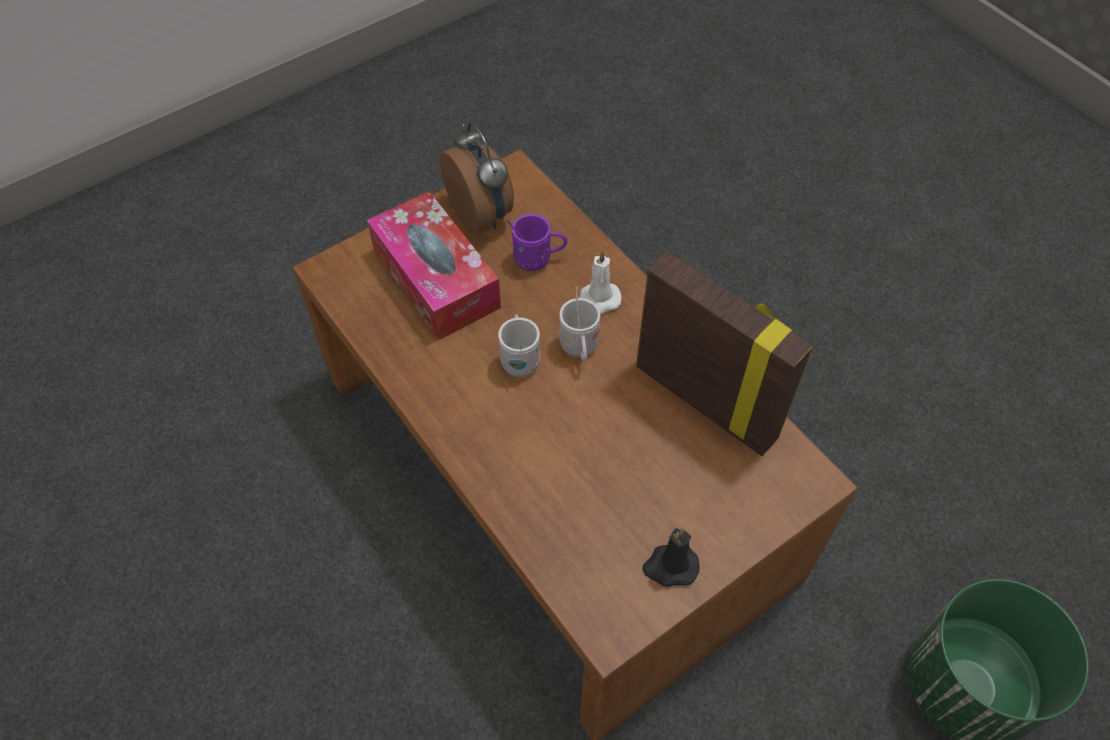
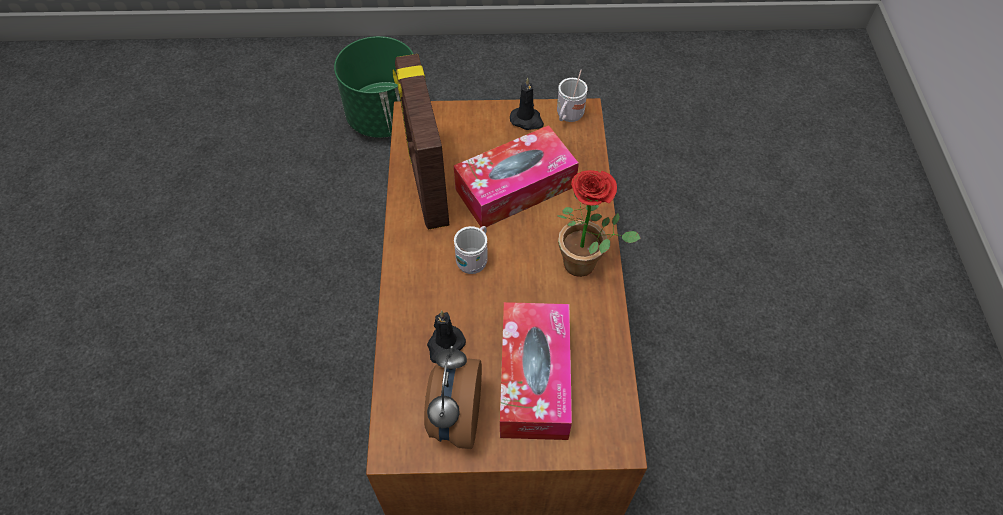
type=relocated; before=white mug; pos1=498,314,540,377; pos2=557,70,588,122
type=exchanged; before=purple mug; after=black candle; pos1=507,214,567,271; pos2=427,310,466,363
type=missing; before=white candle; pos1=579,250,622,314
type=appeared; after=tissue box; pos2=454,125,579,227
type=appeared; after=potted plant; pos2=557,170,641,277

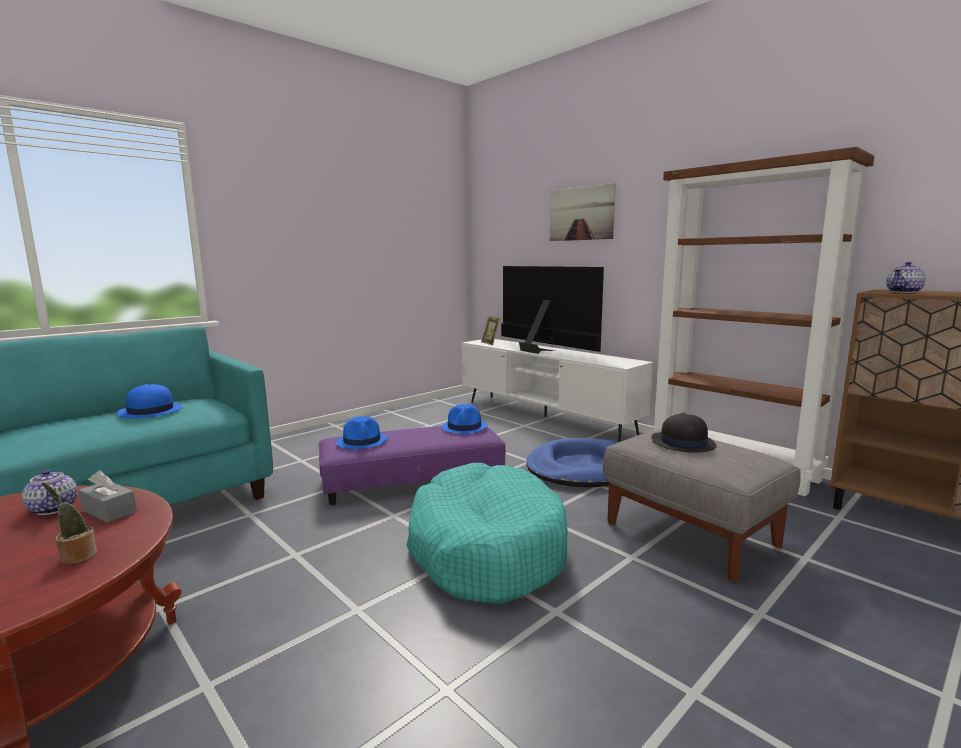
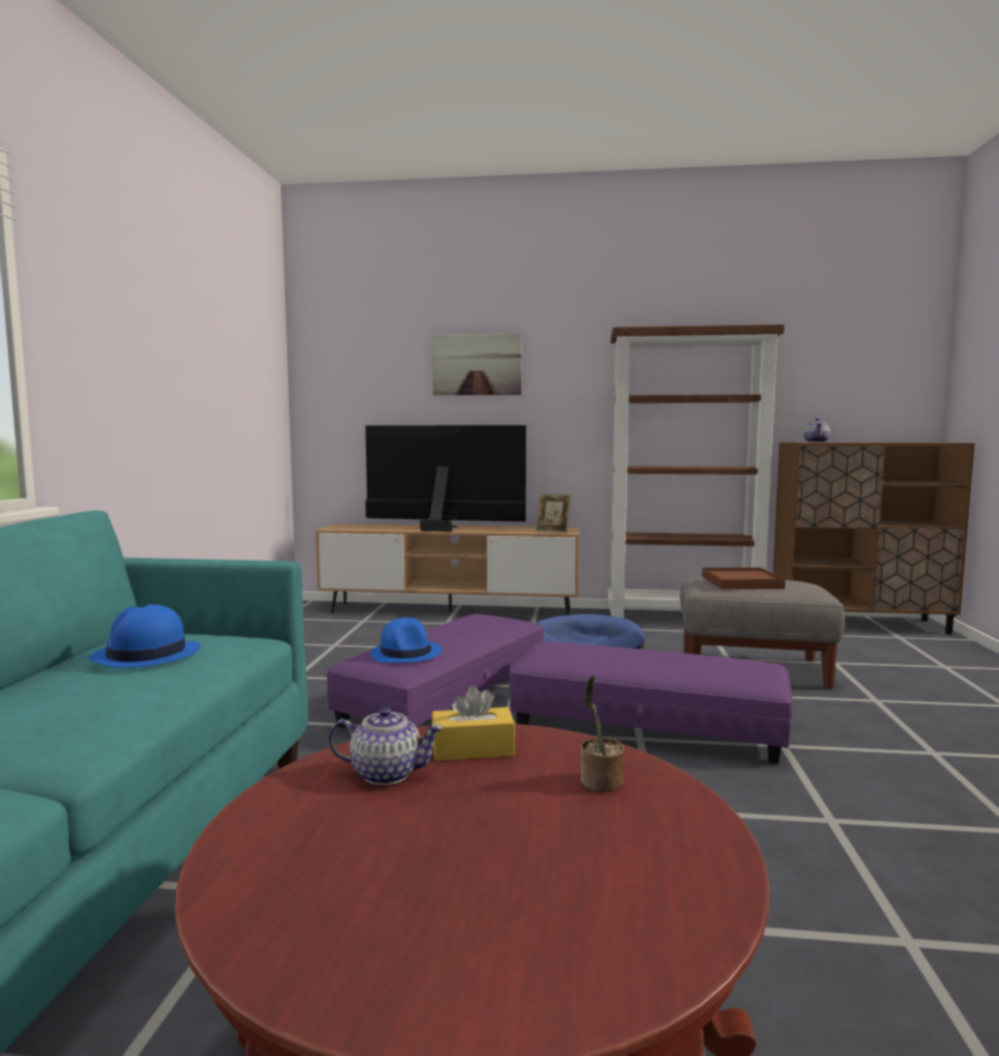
type=colour; before=grey tissue box; after=yellow tissue box; pos1=78,470,137,523; pos2=432,686,515,761
type=exchanged; before=turquoise dog bed; after=purple ottoman; pos1=406,463,568,604; pos2=509,642,793,764
type=missing; before=blue hat; pos1=441,404,488,434
type=colour; before=white tv stand; after=brown tv stand; pos1=462,339,653,442; pos2=316,524,579,615
type=relocated; before=picture frame; pos1=481,315,501,346; pos2=535,493,571,533
type=exchanged; before=black hat; after=brown tray; pos1=652,413,717,453; pos2=702,567,785,589

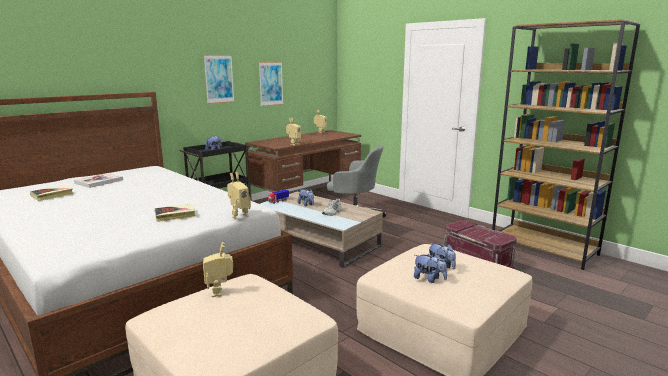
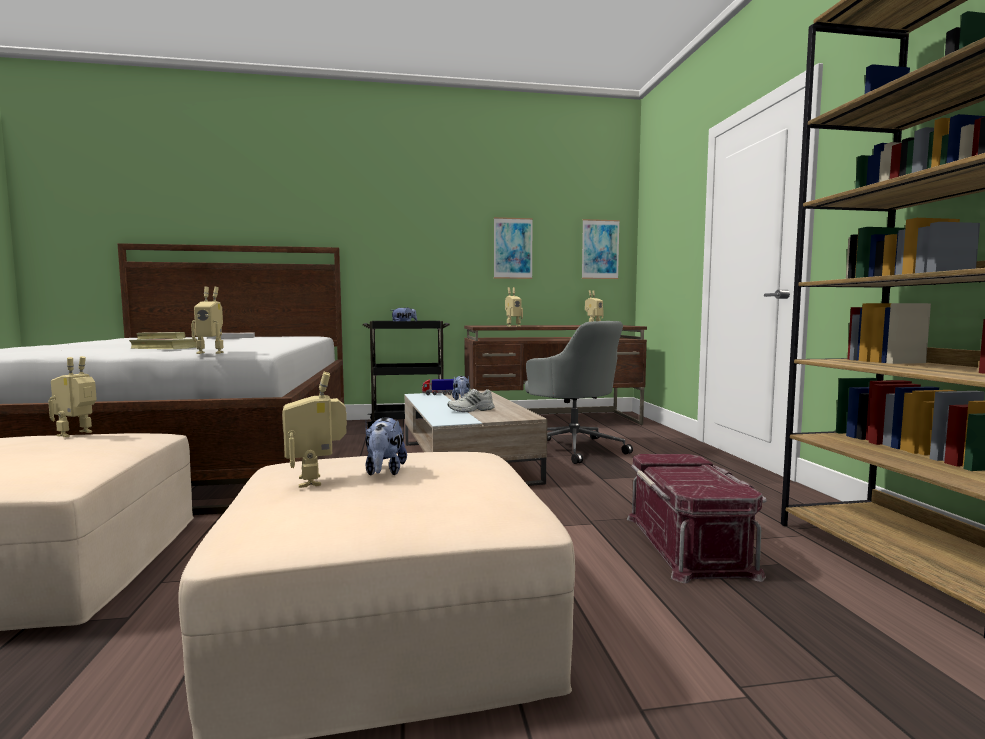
type=relocated; before=picture; pos1=204,55,235,104; pos2=582,219,620,279
type=exchanged; before=plush toy; after=toy robot; pos1=414,254,447,283; pos2=282,372,347,488

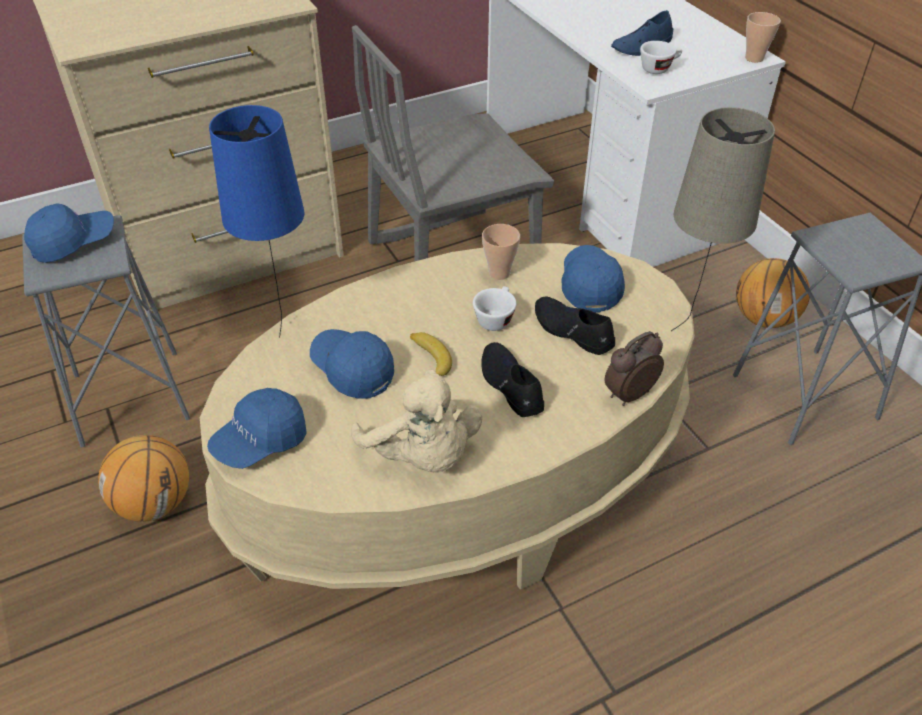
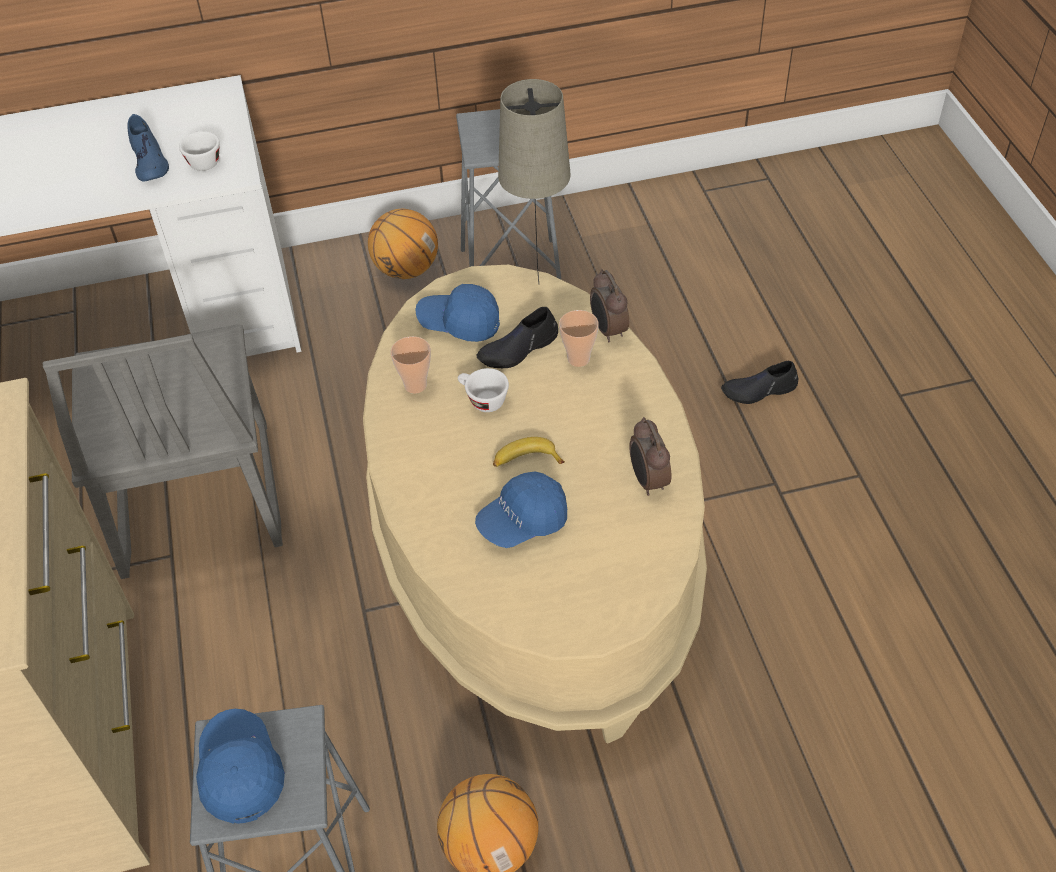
type=missing; before=blue cap; pos1=207,388,307,469
type=missing; before=blue table lamp; pos1=209,105,304,338
type=exchanged; before=beige plush toy; after=alarm clock; pos1=351,369,482,473; pos2=629,417,671,496
type=relocated; before=black shoe; pos1=481,342,544,417; pos2=721,361,798,404
type=relocated; before=cup; pos1=745,12,781,63; pos2=559,310,599,367

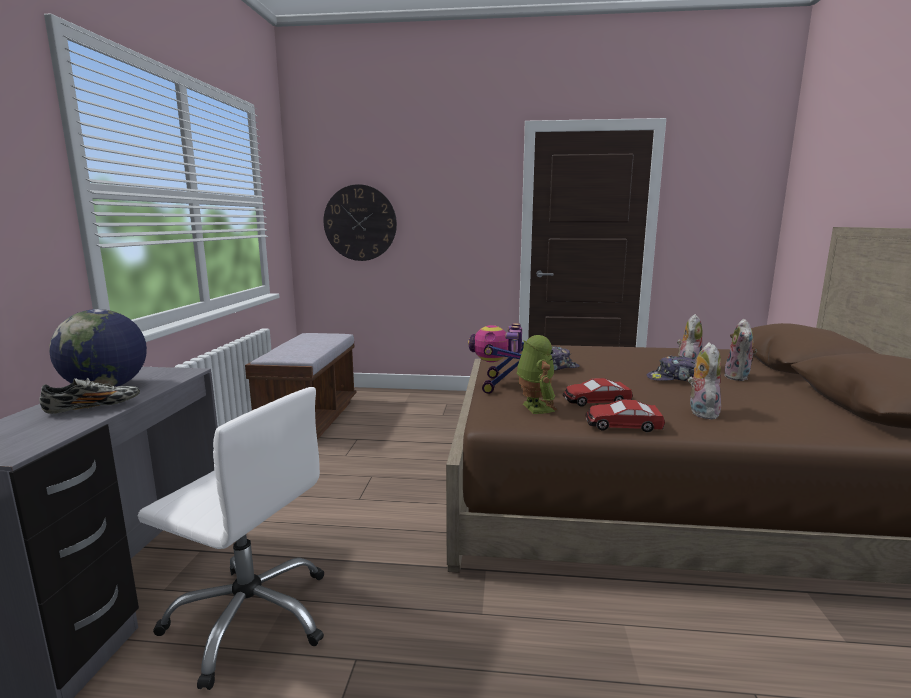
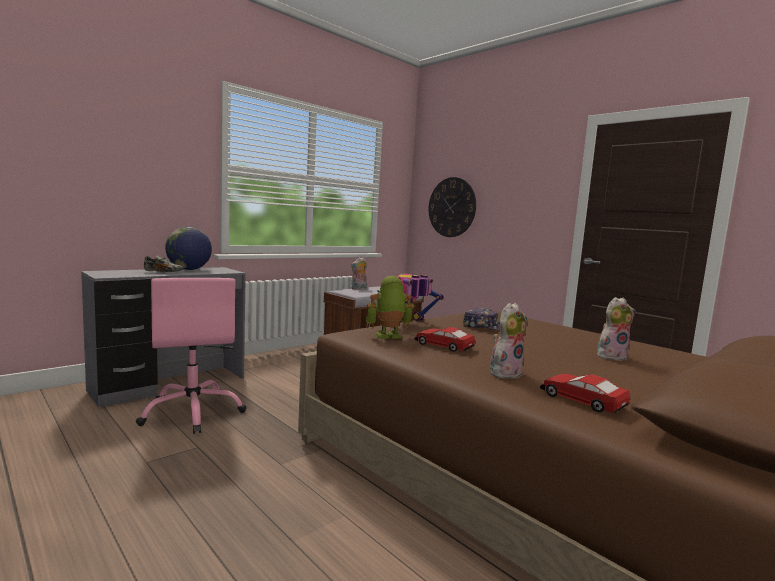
type=colour; before=white office chair; after=pink office chair; pos1=138,387,324,690; pos2=136,278,247,434
type=spun; before=toy robot; pos1=516,335,557,414; pos2=366,276,414,339; turn=-135
type=relocated; before=toy car; pos1=586,399,665,432; pos2=540,374,630,413
type=missing; before=cap; pos1=647,355,696,381
type=relocated; before=plush toy; pos1=723,319,757,381; pos2=350,257,367,290

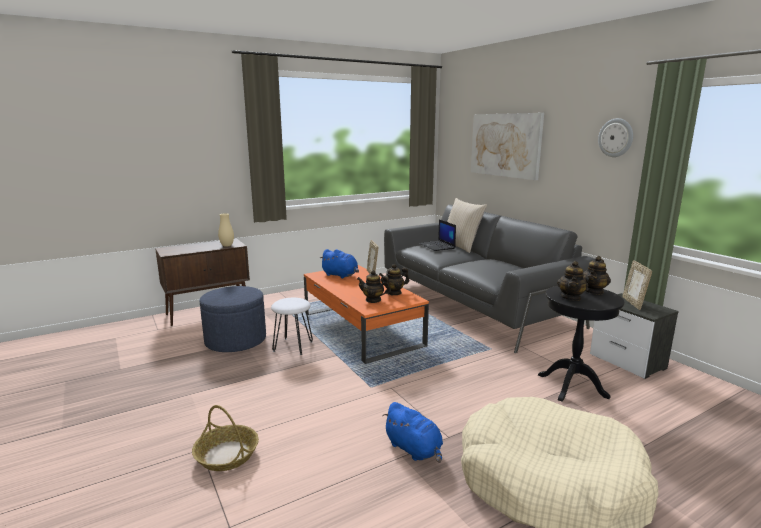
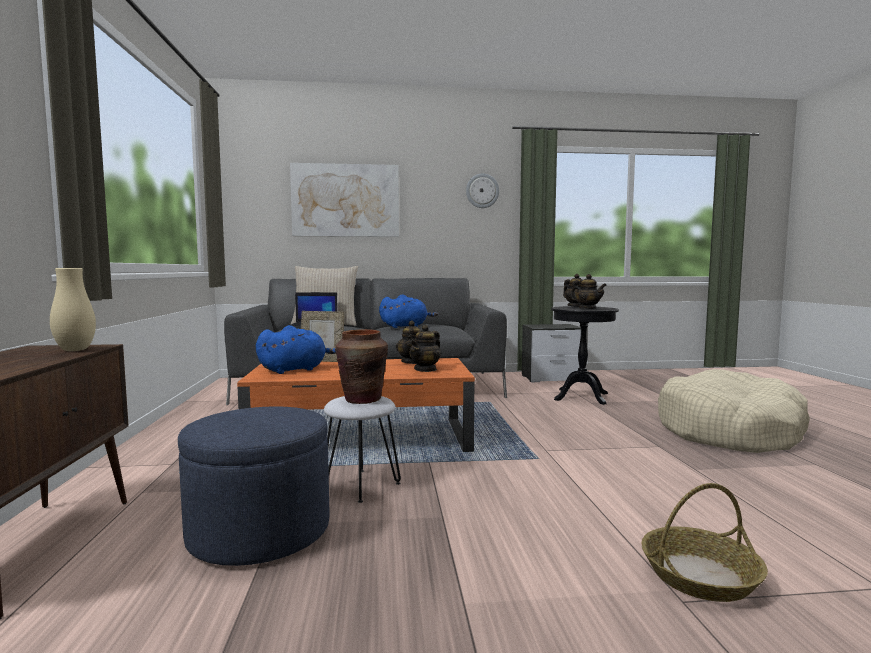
type=relocated; before=blue plush toy; pos1=382,402,443,463; pos2=379,295,438,328
type=missing; before=picture frame; pos1=622,260,652,310
type=appeared; after=brown vase; pos2=335,329,388,404

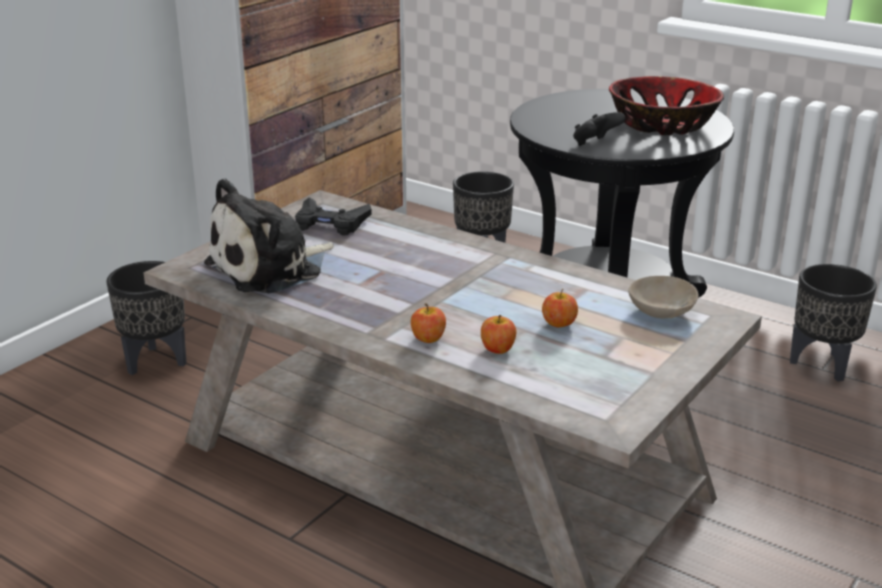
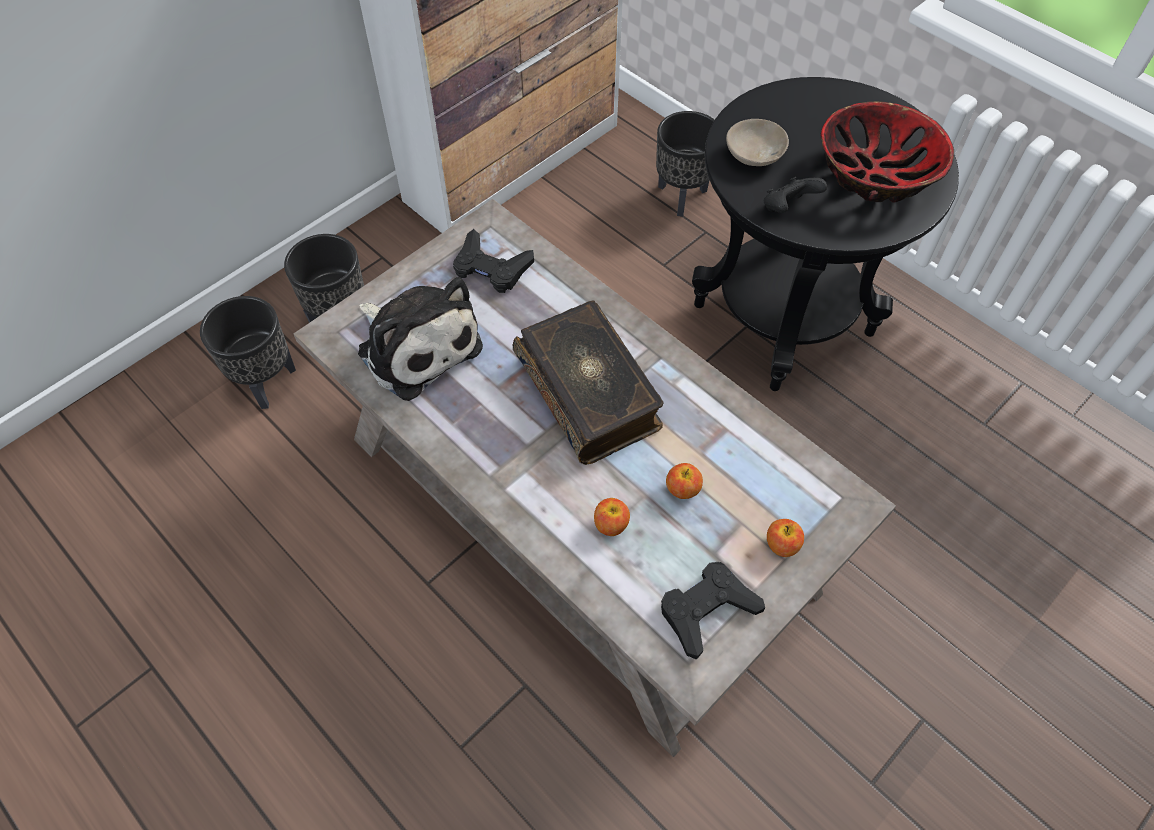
type=spun; before=plush toy; pos1=204,178,334,293; pos2=358,277,483,401; turn=-105
type=relocated; before=apple; pos1=411,303,446,343; pos2=767,519,804,557
type=relocated; before=beige bowl; pos1=628,276,699,318; pos2=726,119,789,166
type=relocated; before=black planter; pos1=790,264,877,382; pos2=200,296,296,409
type=appeared; after=book; pos2=513,300,664,465
type=appeared; after=black game controller; pos2=661,562,765,660

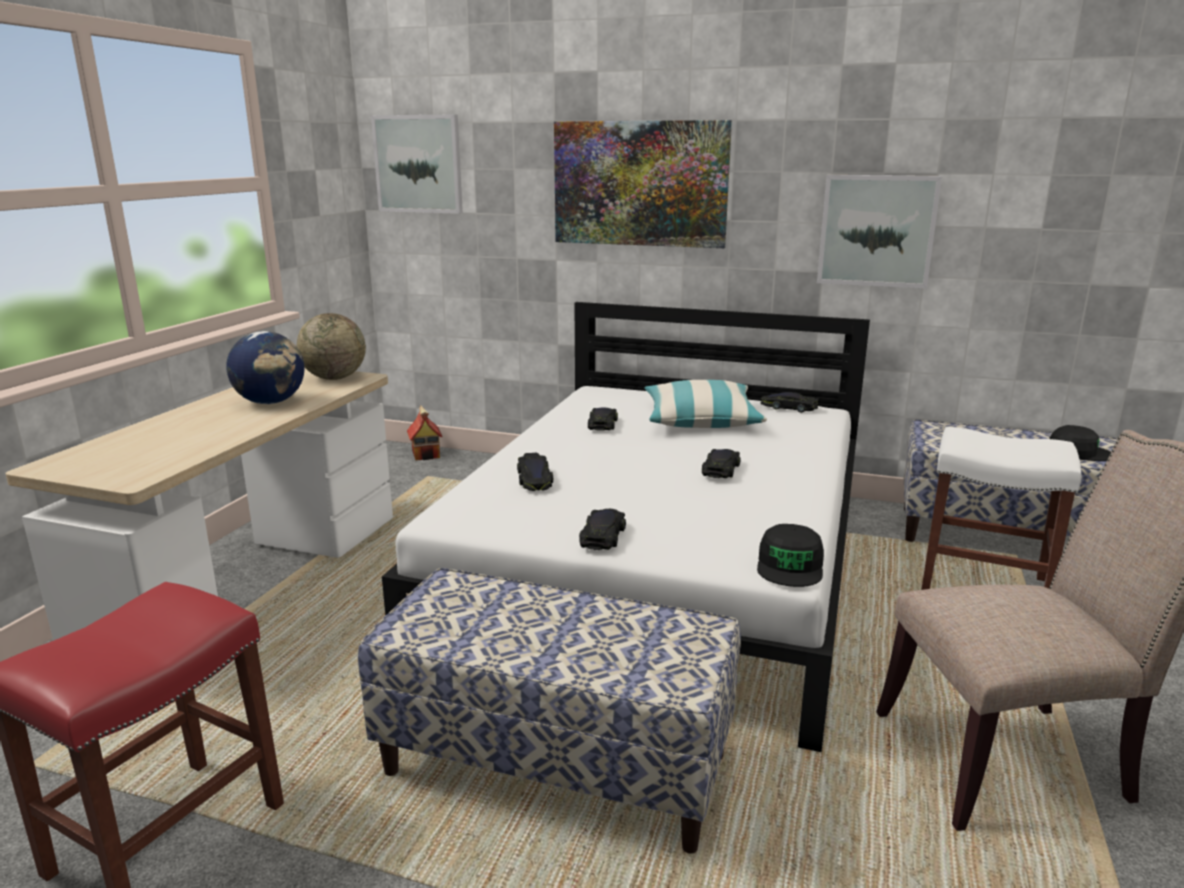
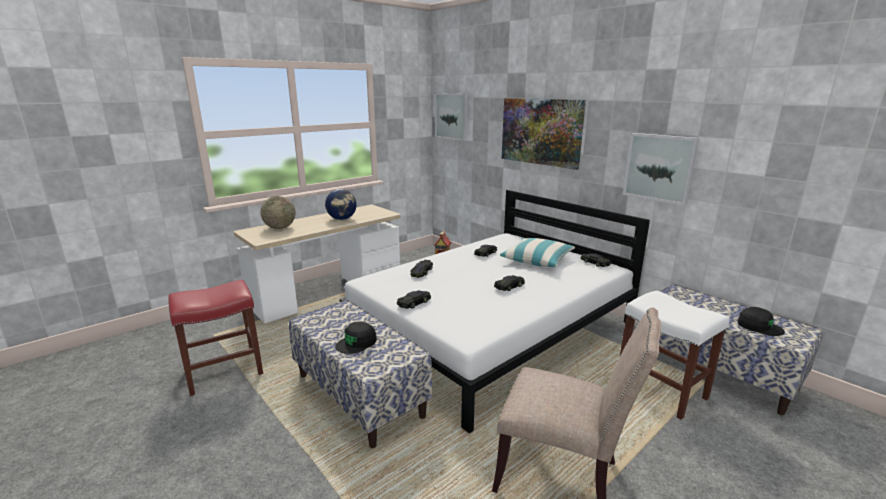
type=relocated; before=globe; pos1=297,313,366,380; pos2=261,196,296,229
type=relocated; before=black cap; pos1=757,524,824,587; pos2=335,321,377,354

